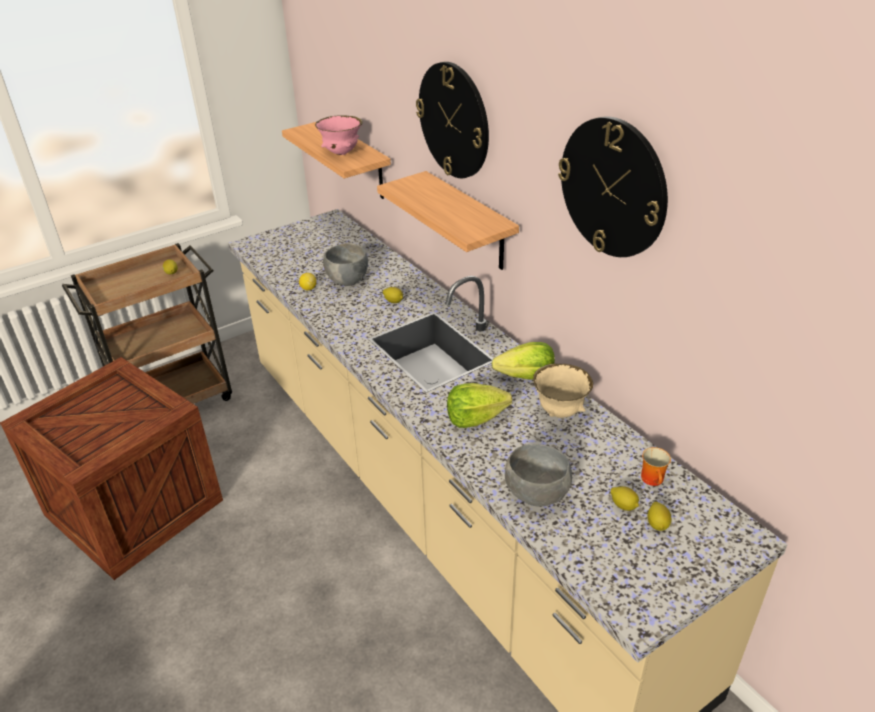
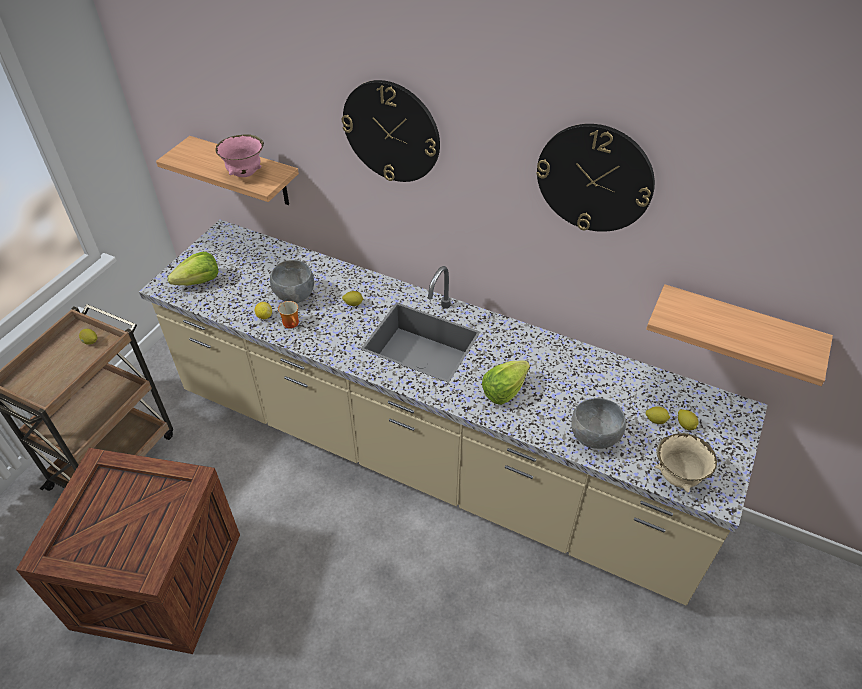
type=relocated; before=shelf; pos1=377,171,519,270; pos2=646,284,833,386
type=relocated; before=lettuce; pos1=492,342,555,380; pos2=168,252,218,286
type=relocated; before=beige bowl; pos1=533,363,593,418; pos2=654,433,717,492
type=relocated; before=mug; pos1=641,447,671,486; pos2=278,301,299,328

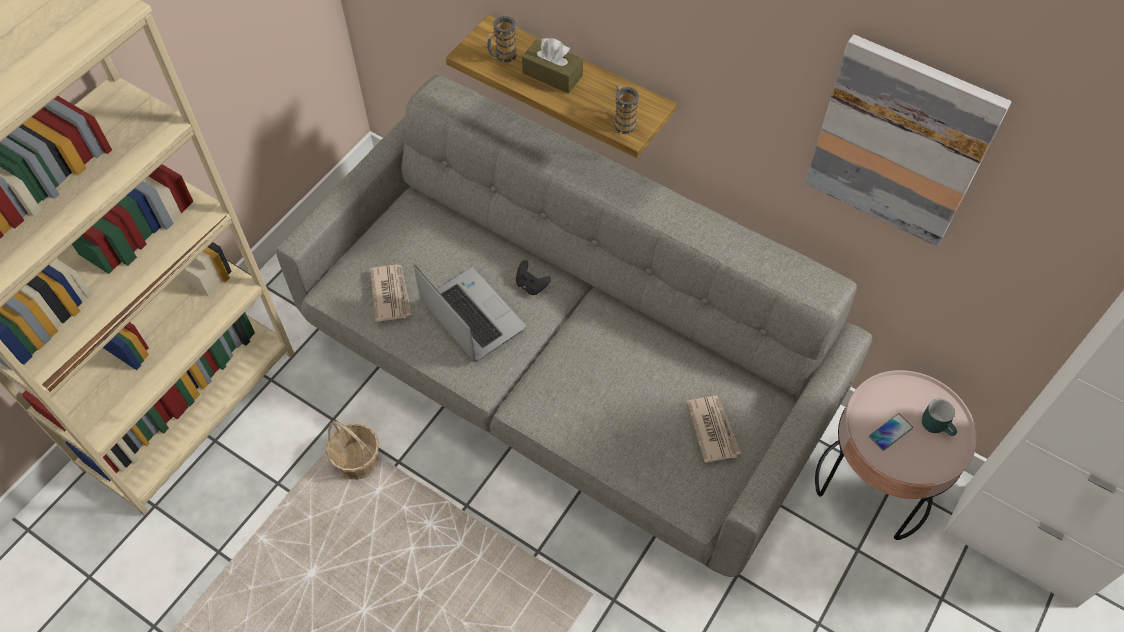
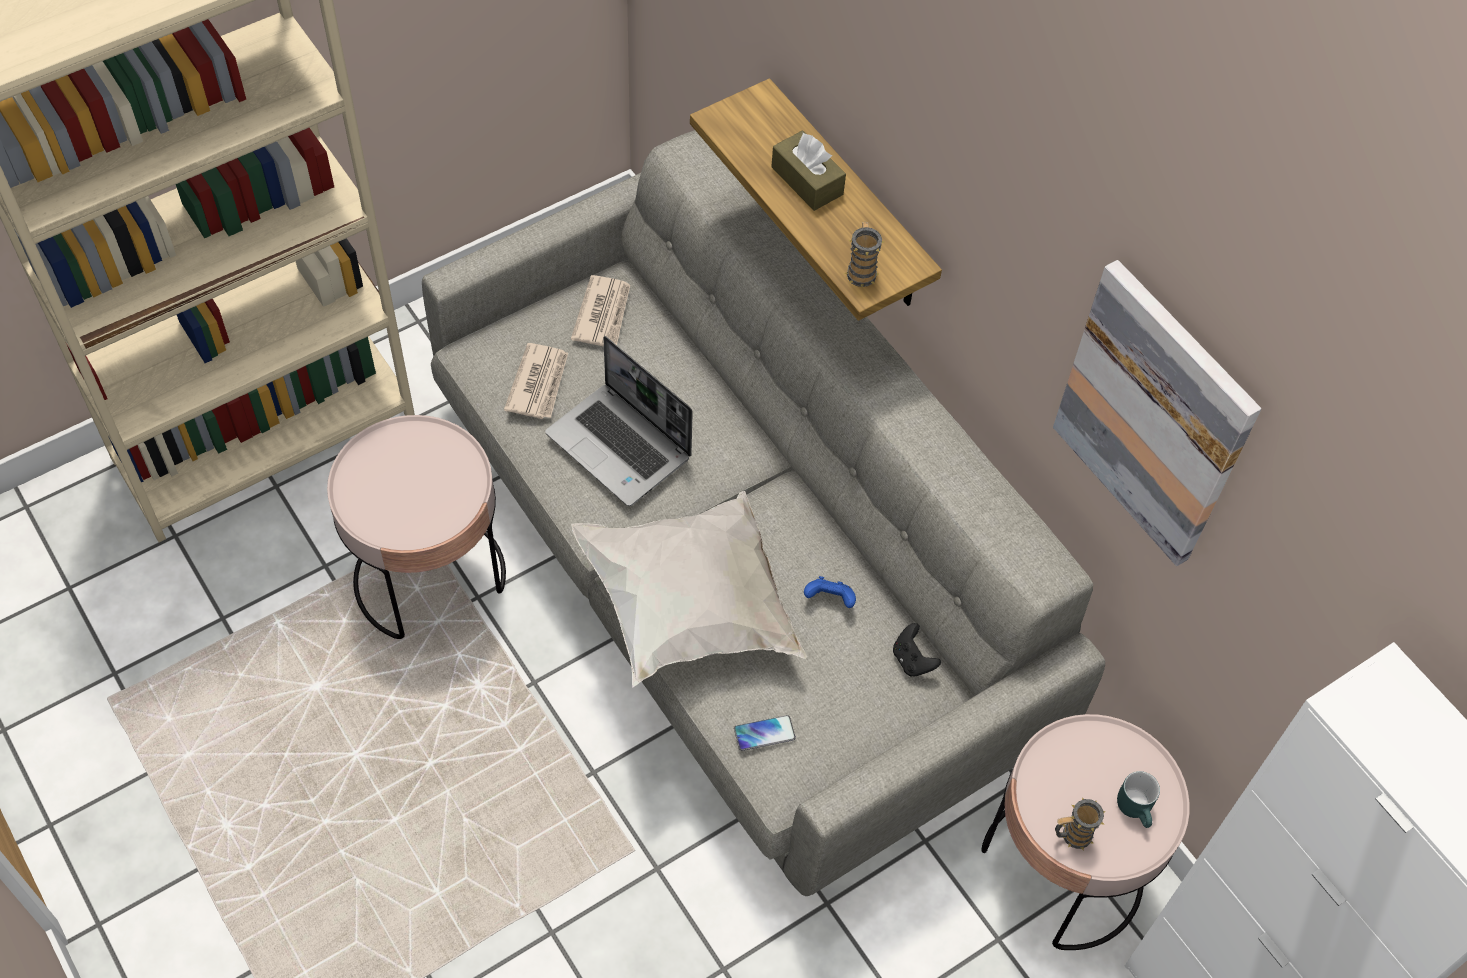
type=exchanged; before=basket; after=pink side table; pos1=326,420,379,480; pos2=327,415,506,639
type=spun; before=laptop; pos1=414,265,526,362; pos2=545,336,693,506; turn=150
type=relocated; before=mug; pos1=485,16,518,62; pos2=1055,798,1106,850
type=relocated; before=black game controller; pos1=516,260,551,295; pos2=893,623,941,677
type=relocated; before=newspaper; pos1=686,396,741,463; pos2=571,275,630,347
type=relocated; before=phone; pos1=869,414,913,451; pos2=734,715,796,751
type=appeared; after=white pillow; pos2=571,491,807,688
type=appeared; after=blue game controller; pos2=804,576,856,608

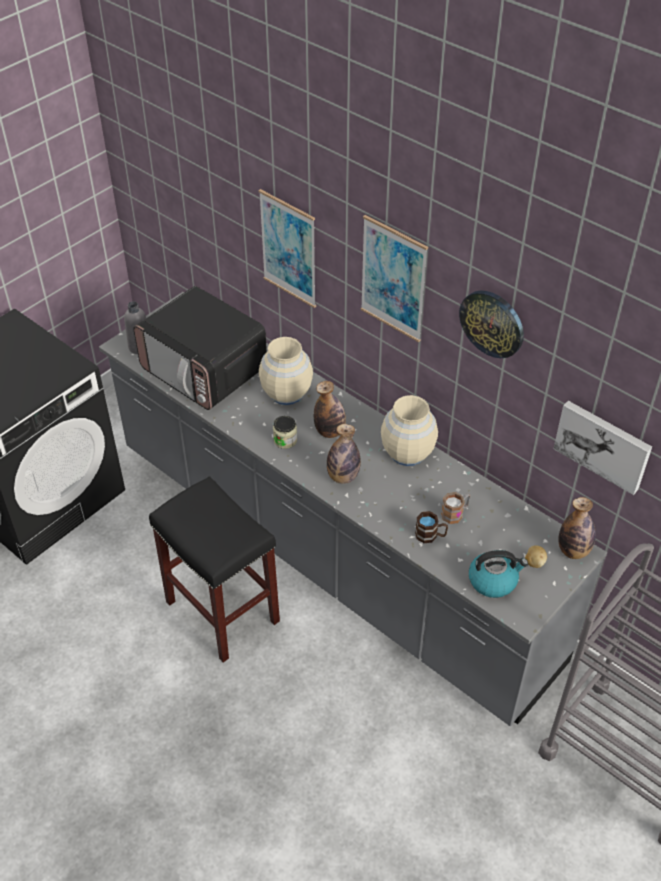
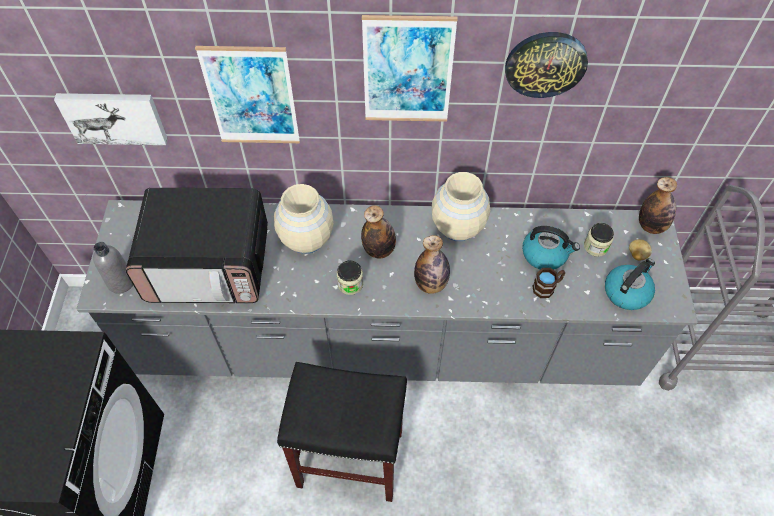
type=exchanged; before=mug; after=kettle; pos1=441,492,471,524; pos2=522,226,580,270
type=relocated; before=picture; pos1=553,401,652,495; pos2=54,93,168,145
type=appeared; after=jar; pos2=584,223,614,257

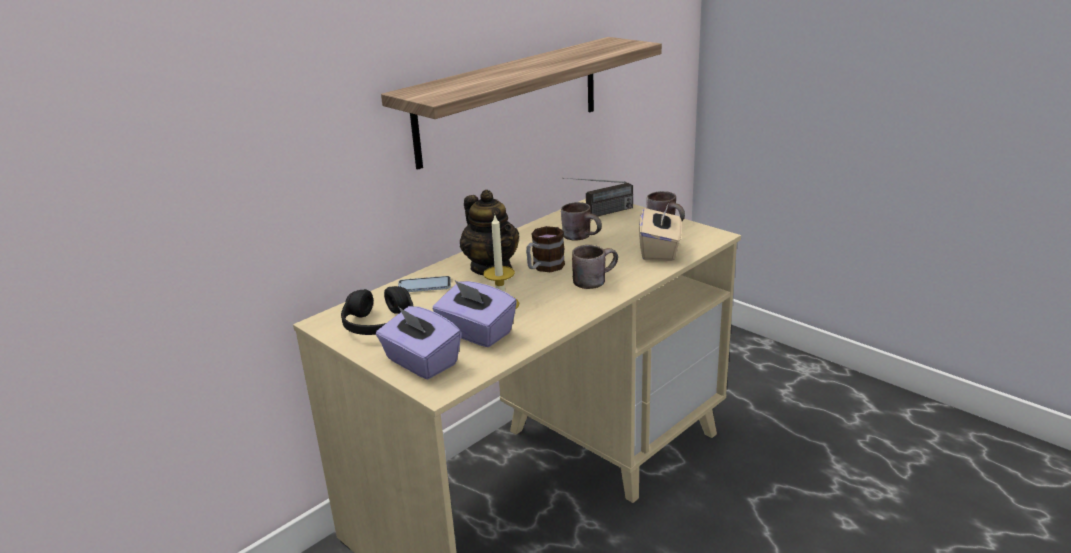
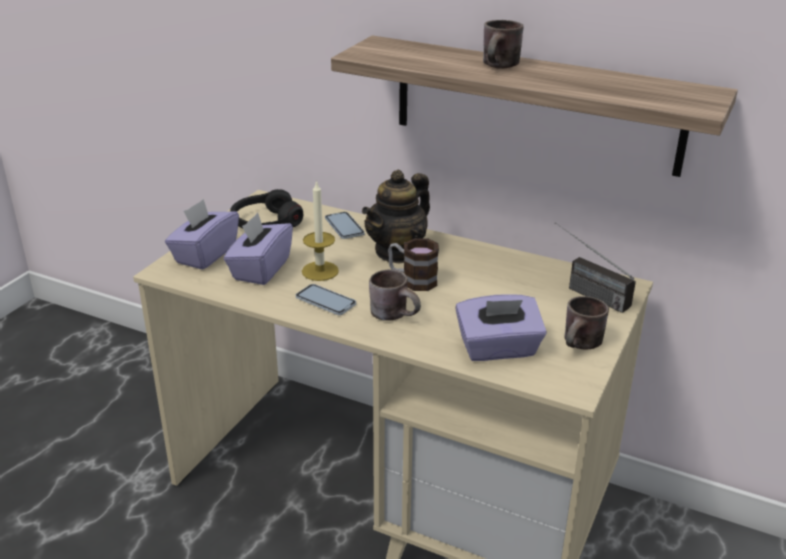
type=relocated; before=brown mug; pos1=561,202,602,241; pos2=483,20,524,69
type=colour; before=beige tissue box; after=purple tissue box; pos1=639,205,682,261; pos2=455,294,547,361
type=appeared; after=phone; pos2=296,284,356,315

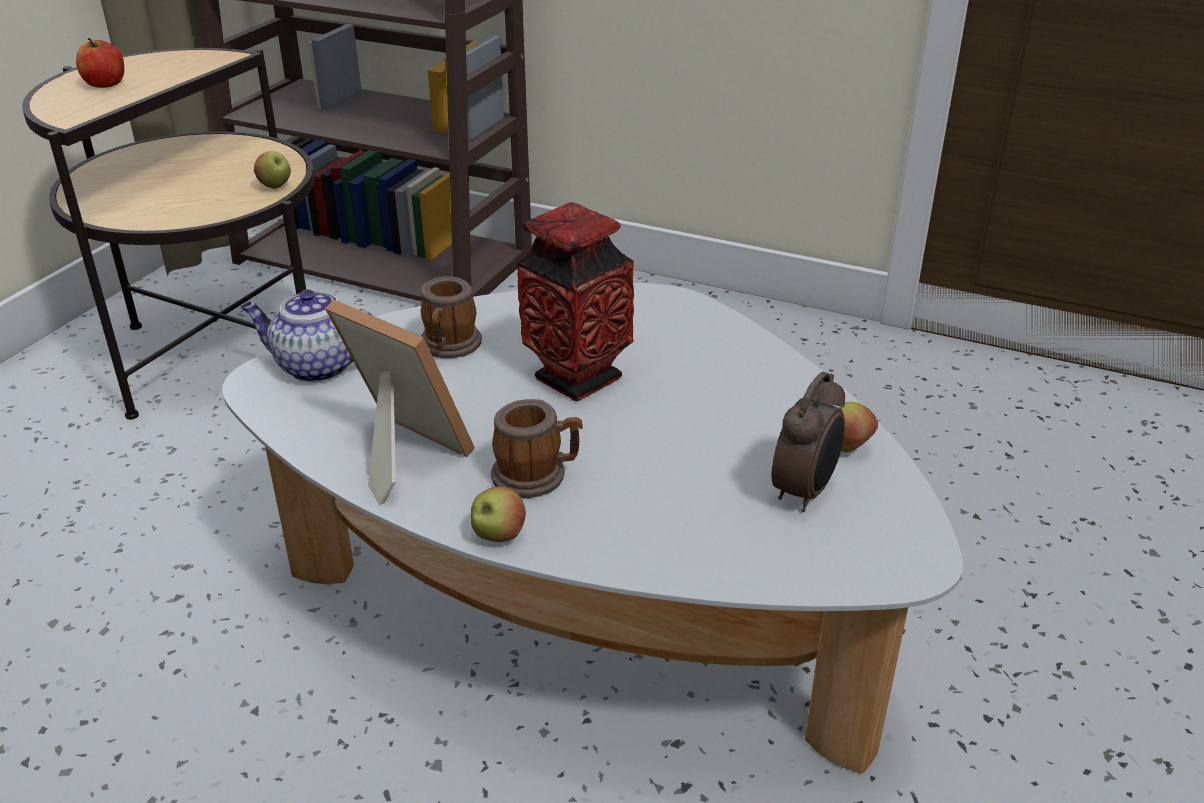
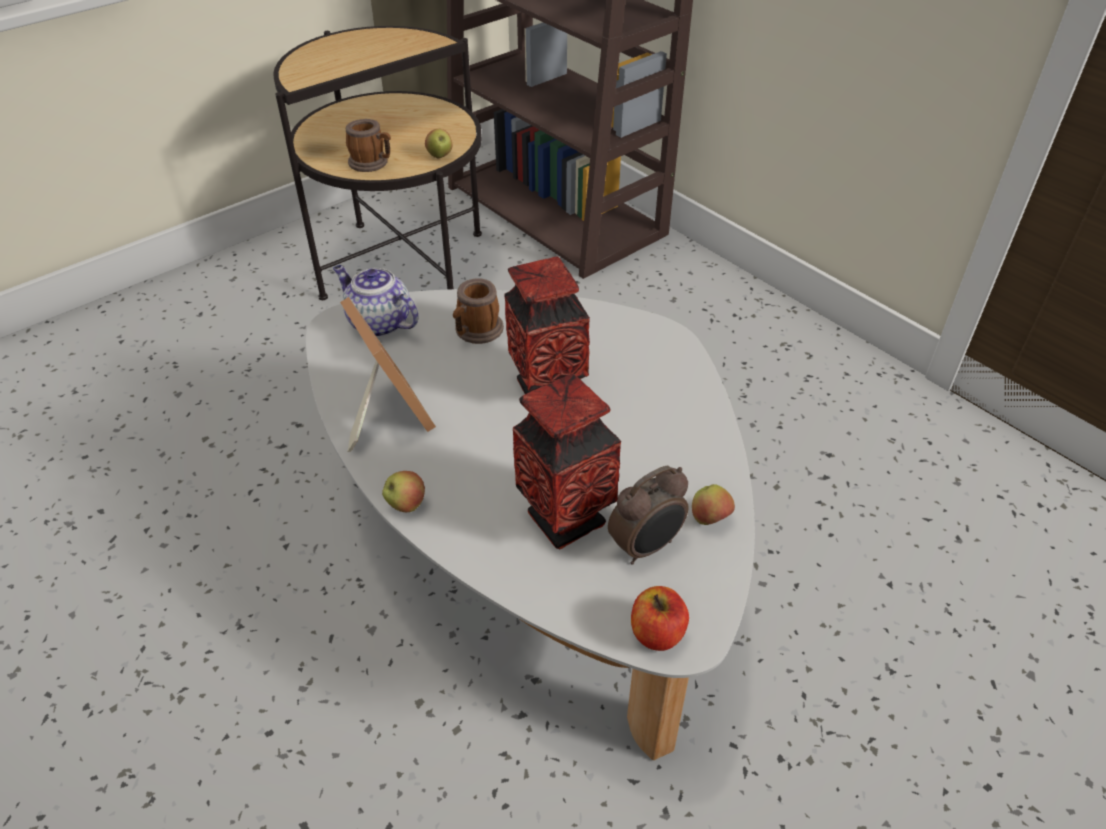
type=relocated; before=apple; pos1=76,38,124,88; pos2=631,586,689,651
type=relocated; before=mug; pos1=491,399,583,498; pos2=346,119,391,172
type=appeared; after=vase; pos2=513,374,621,549

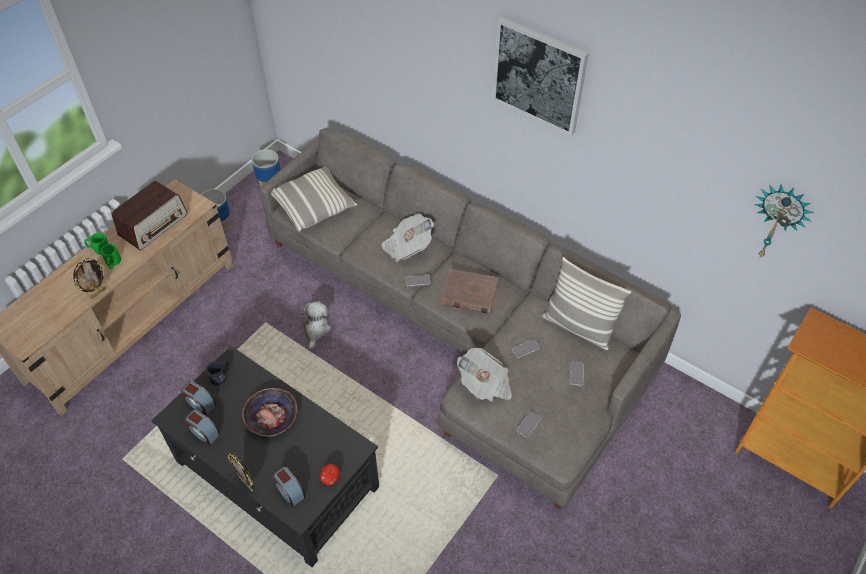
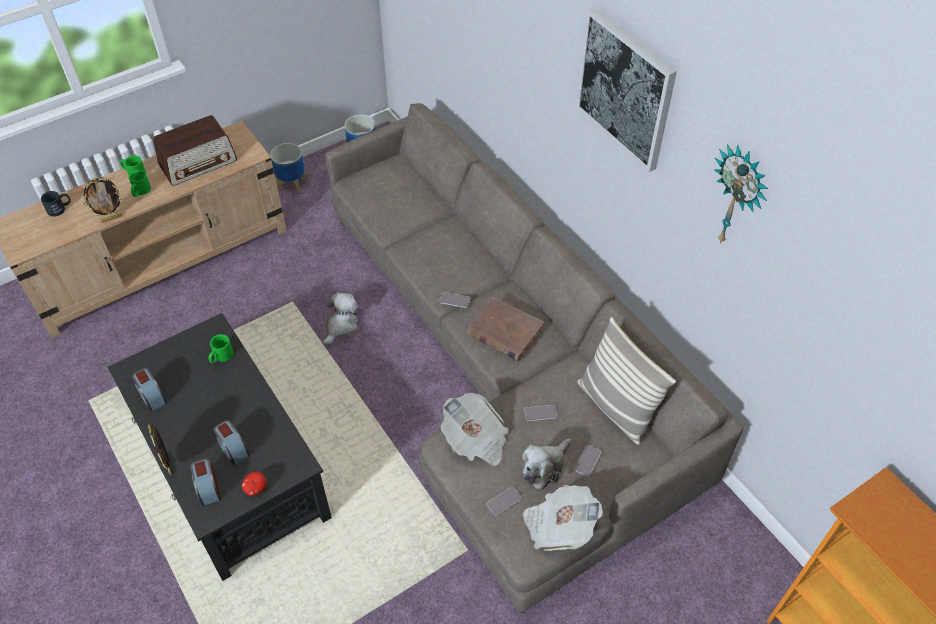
type=relocated; before=alarm clock; pos1=181,381,216,416; pos2=214,420,250,465
type=relocated; before=black mug; pos1=206,360,230,385; pos2=41,191,71,217
type=missing; before=bowl; pos1=242,388,298,437
type=missing; before=pillow; pos1=271,166,357,232
type=relocated; before=newspaper; pos1=382,214,434,262; pos2=523,485,603,551
type=relocated; before=wall clock; pos1=754,185,814,257; pos2=714,144,768,243
type=appeared; after=green mug; pos2=209,334,233,364
type=appeared; after=plush toy; pos2=522,438,571,490

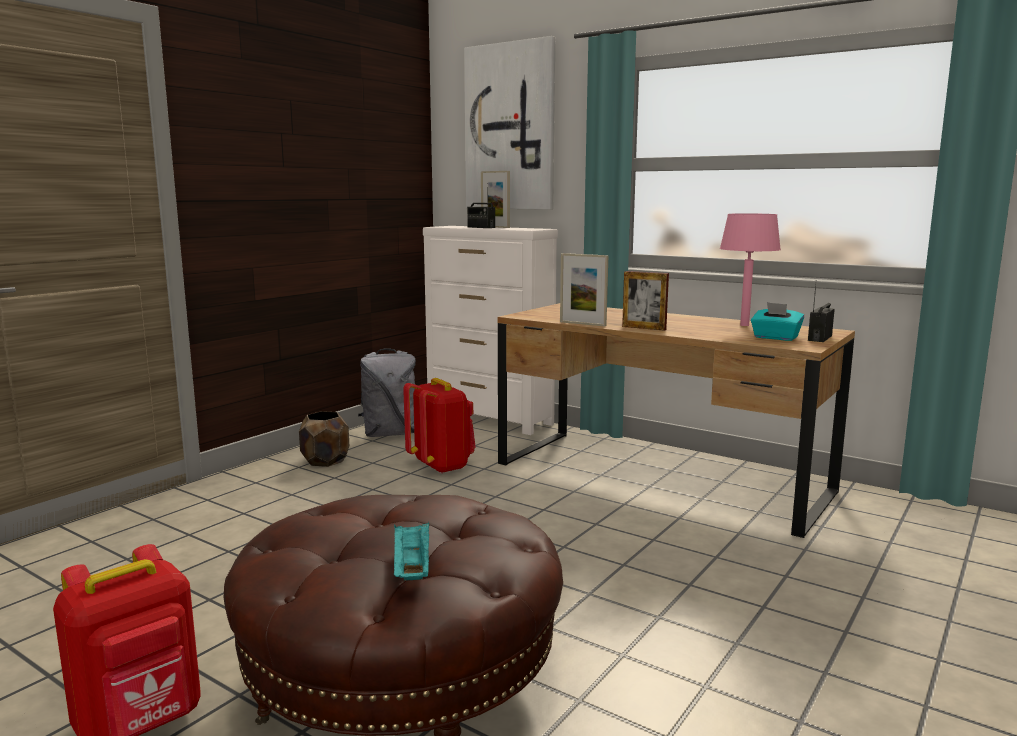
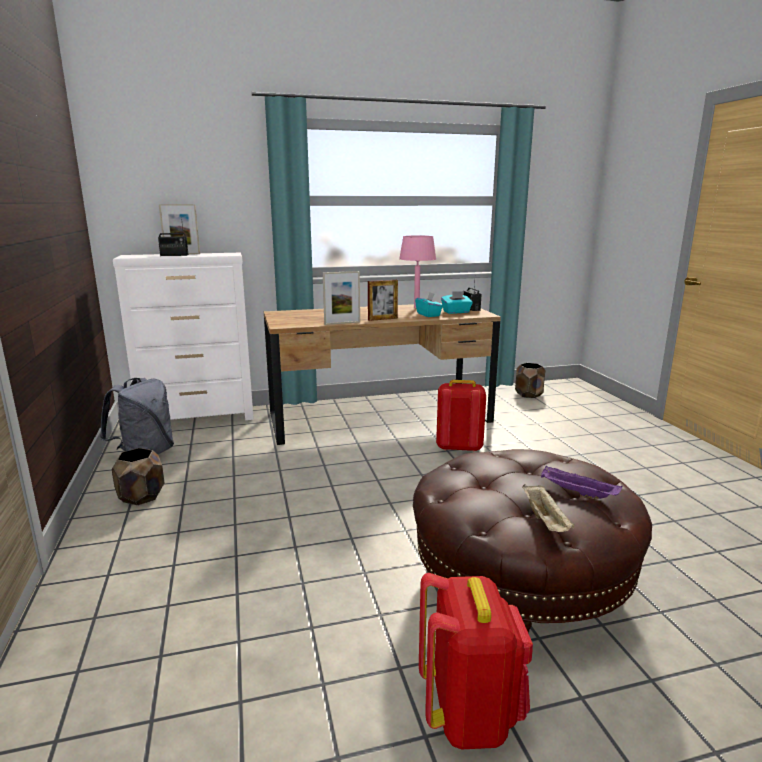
type=colour; before=turquoise tray; after=purple tray; pos1=394,521,429,581; pos2=541,465,622,499
type=relocated; before=red backpack; pos1=403,378,476,474; pos2=436,380,486,452
type=missing; before=picture; pos1=464,36,555,210
type=appeared; after=turquoise tissue box; pos2=415,292,443,317
type=appeared; after=brown planter; pos2=515,363,546,398
type=appeared; after=beige tray; pos2=522,484,574,532

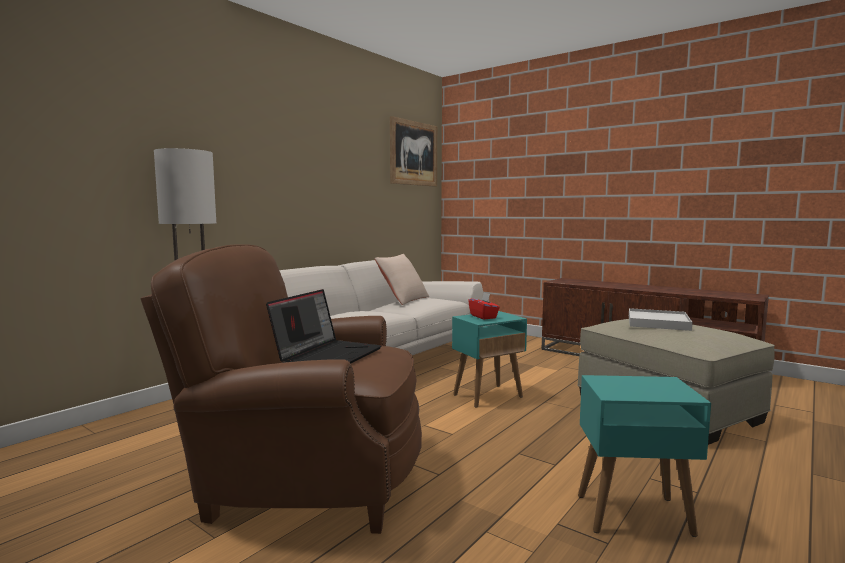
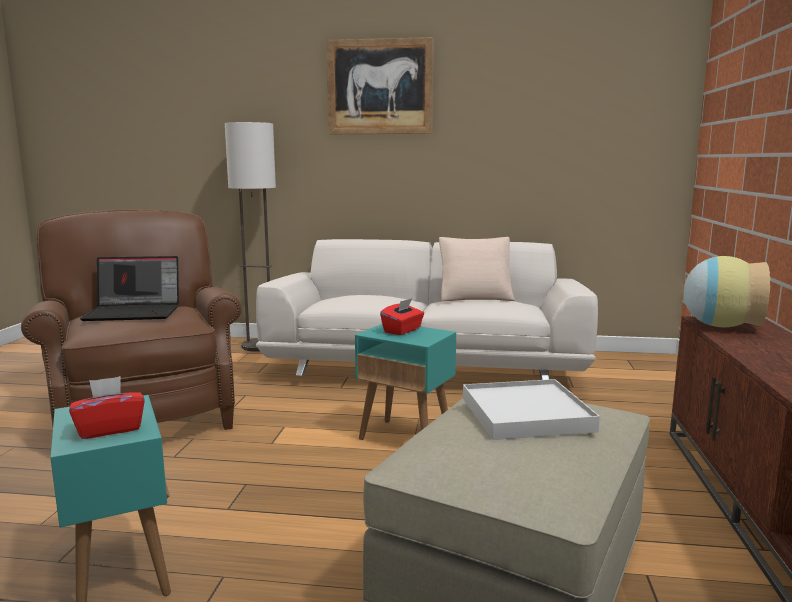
type=relocated; before=picture; pos1=390,116,437,187; pos2=326,37,434,134
type=appeared; after=red tissue box; pos2=69,376,145,439
type=appeared; after=vase; pos2=684,256,770,327

